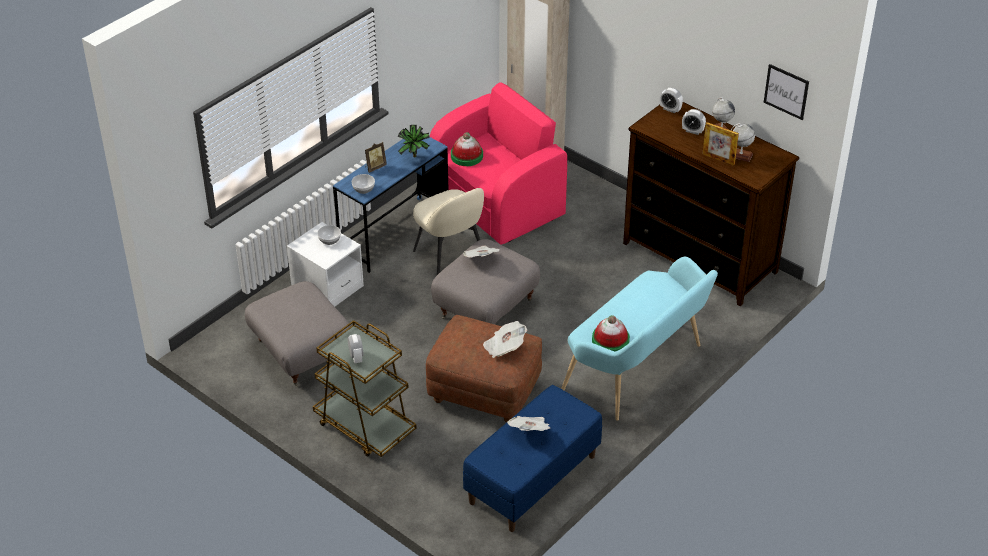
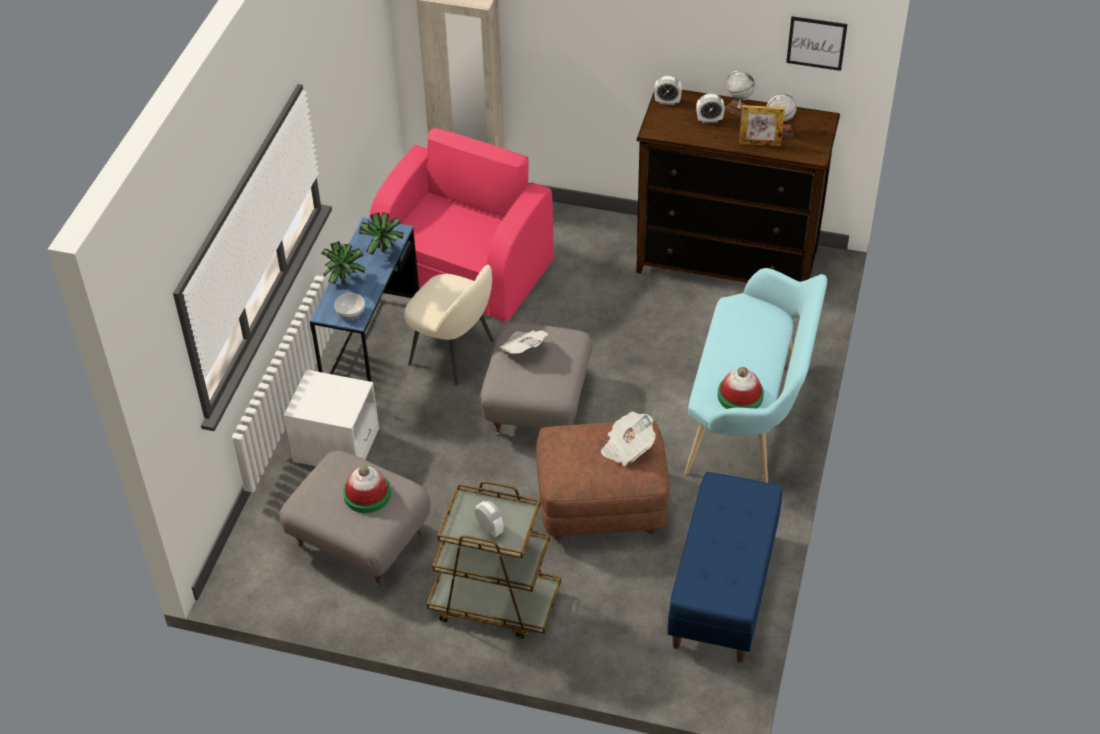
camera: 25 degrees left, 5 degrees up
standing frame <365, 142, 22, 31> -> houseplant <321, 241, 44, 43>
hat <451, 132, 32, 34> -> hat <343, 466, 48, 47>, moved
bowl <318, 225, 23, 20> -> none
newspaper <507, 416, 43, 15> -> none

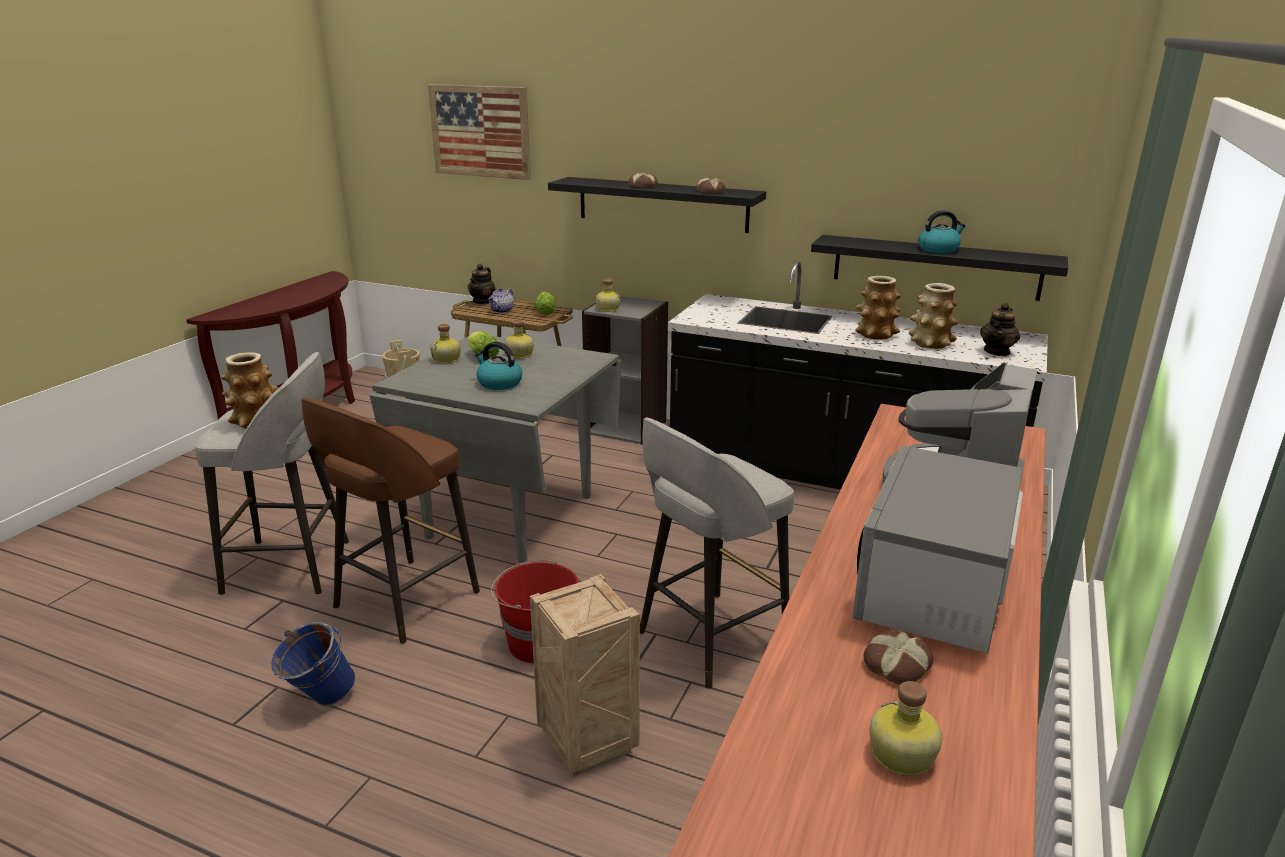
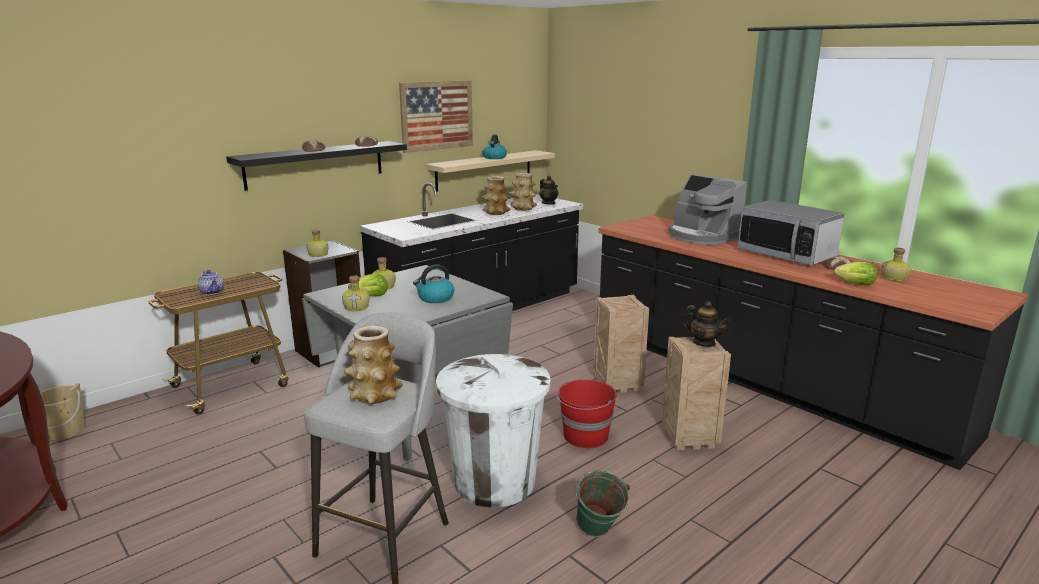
camera: 65 degrees left, 5 degrees down
picture <428, 84, 103, 96> -> picture <399, 80, 74, 73>, moved
wall shelf in black <811, 235, 257, 66> -> wall shelf in sand-coloured <426, 150, 129, 41>
stool seat in brown <301, 398, 179, 246> -> waste bin in white-coloured <436, 354, 115, 154>
bucket in blue <271, 622, 85, 84> -> bucket in green <574, 470, 56, 67>
stool seat in gray <640, 417, 154, 272> -> packing crate <593, 294, 56, 99>
tea pot <467, 264, 28, 40> -> tea pot <683, 302, 47, 45>, moved
lettuce <534, 292, 22, 23> -> lettuce <834, 261, 43, 24>, moved

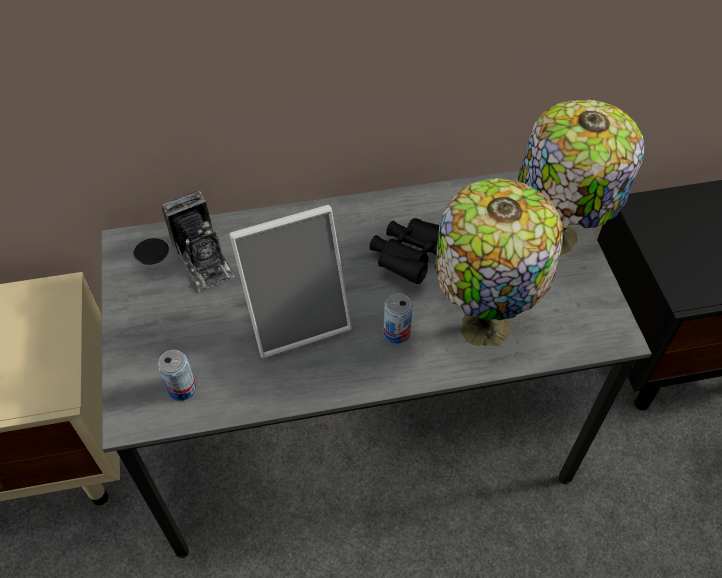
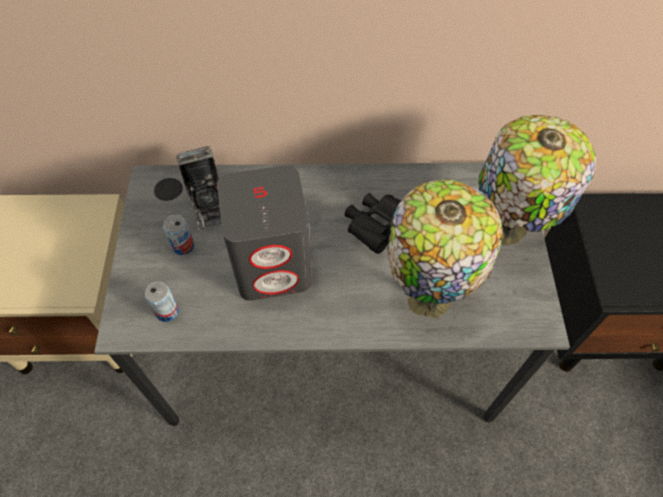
camera: 10 degrees right, 5 degrees up
sealed can <383, 293, 30, 51> -> sealed can <163, 214, 31, 41>, moved
standing frame <229, 205, 123, 153> -> loudspeaker in gray <217, 165, 95, 136>

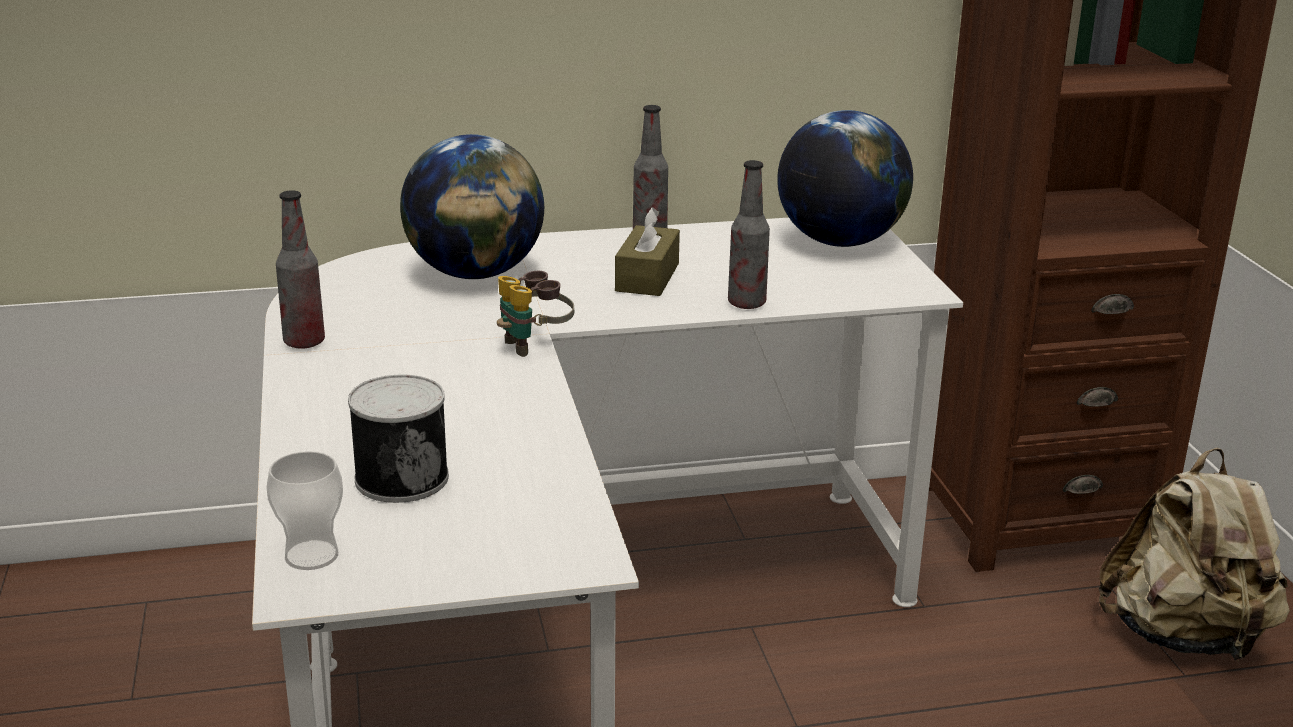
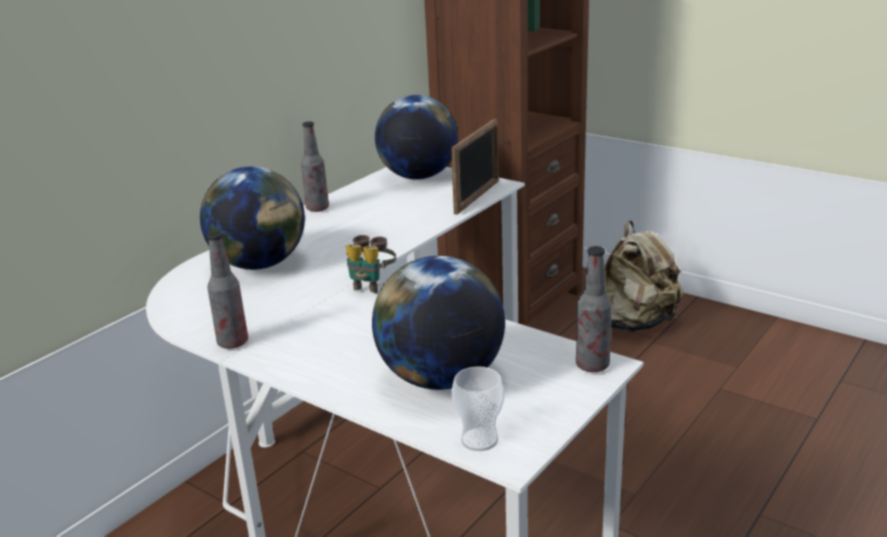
camera: 40 degrees left, 0 degrees up
sealed can <348, 375, 101, 128> -> globe <372, 256, 133, 134>
none -> standing frame <451, 119, 48, 96>
bottle <728, 160, 42, 149> -> bottle <576, 246, 36, 126>, moved
box of tissues in brown <615, 207, 65, 89> -> none

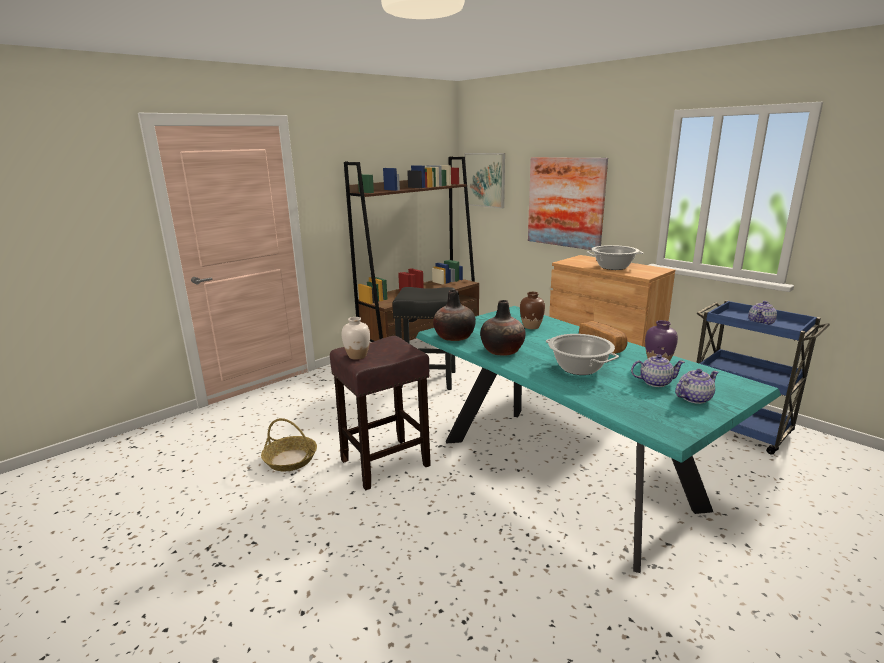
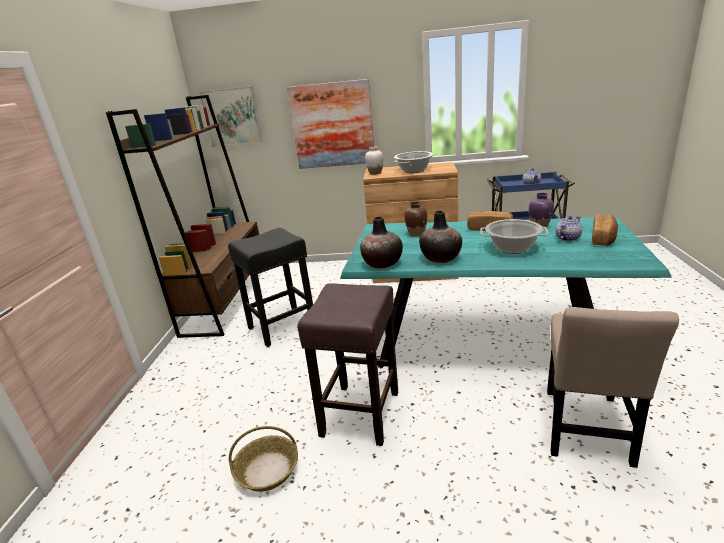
camera: 40 degrees left, 5 degrees up
flower vase in white-coloured <342, 317, 28, 43> -> flower vase in white-coloured <365, 147, 18, 28>, moved
none -> plain chair in sand-coloured <547, 307, 132, 161>
tea pot <675, 369, 44, 35> -> bakery bread <592, 215, 26, 31>

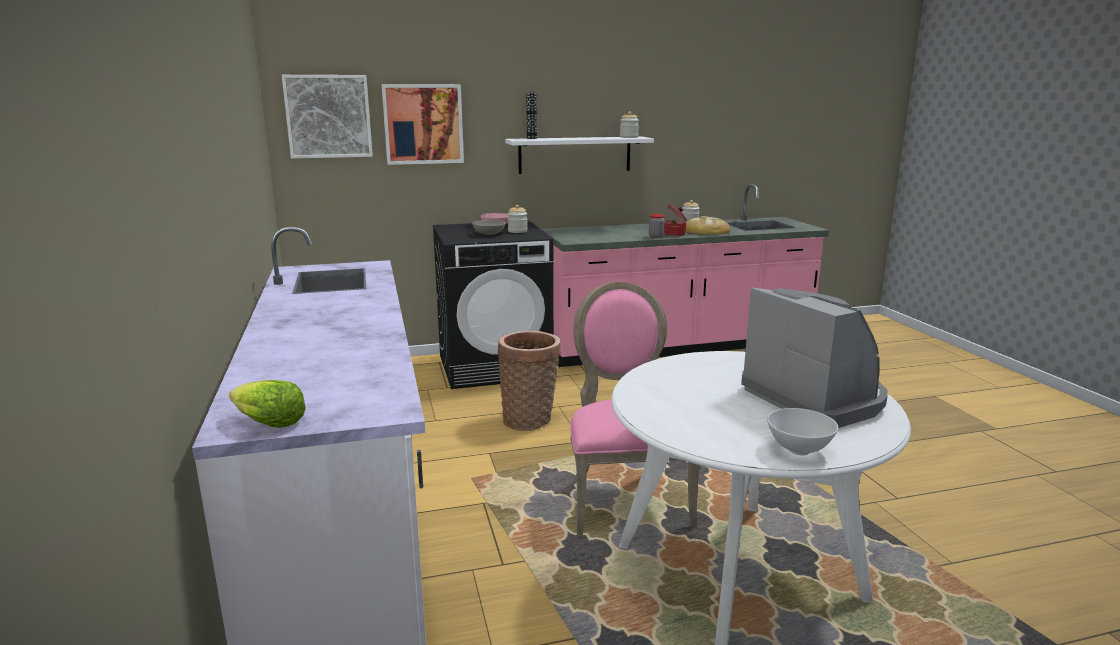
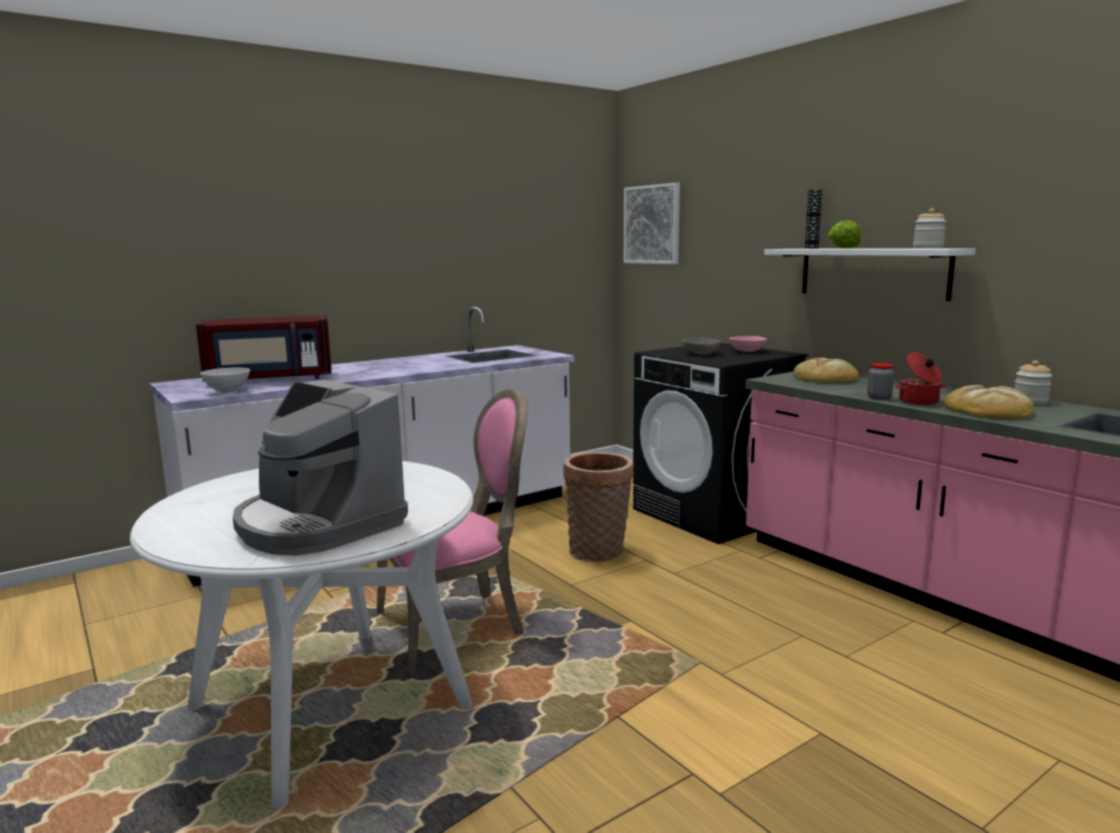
camera: 70 degrees right, 5 degrees down
none -> kitchen microwave in reddish <196, 316, 136, 65>
bowl in white-coloured <767, 408, 71, 47> -> bowl in white-coloured <200, 367, 50, 27>, moved
coffee brewer <741, 288, 147, 140> -> coffee brewer <233, 380, 175, 176>, 90 degrees clockwise
none -> bakery bread <793, 357, 66, 26>
lettuce <229, 380, 77, 48> -> lettuce <828, 220, 33, 29>, moved
picture <382, 84, 82, 81> -> none
preserve jar <508, 205, 19, 28> -> none

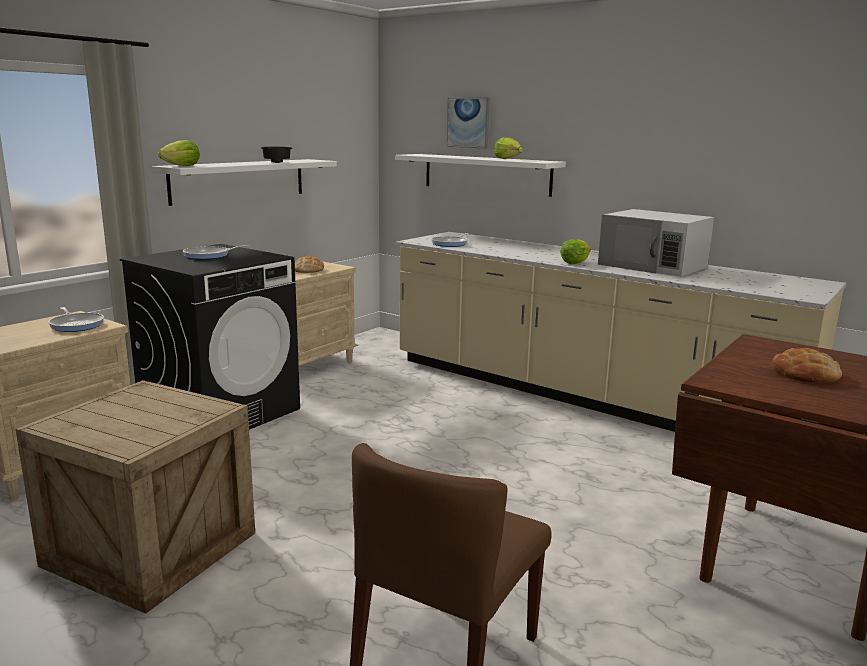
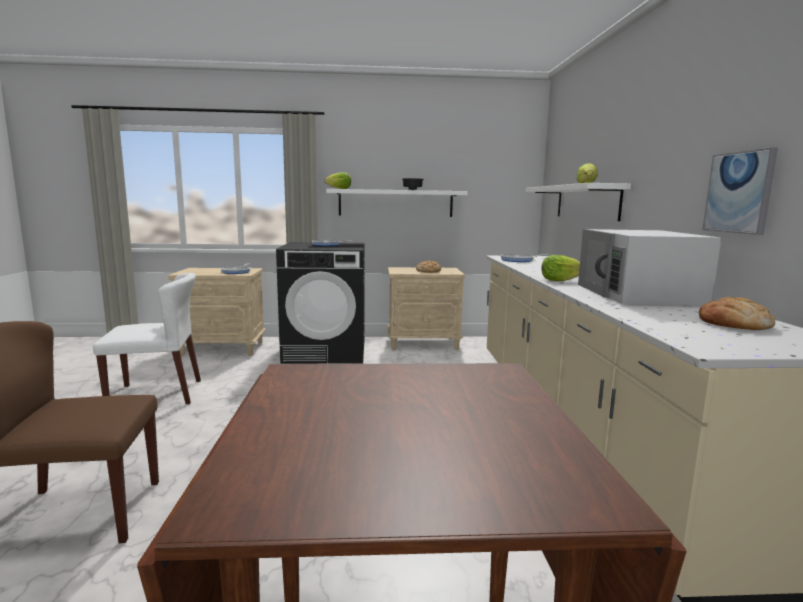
camera: 50 degrees right, 5 degrees down
packing crate <15, 380, 240, 234> -> plain chair in white-coloured <93, 273, 108, 131>
bakery bread <772, 348, 70, 35> -> bakery bread <699, 297, 76, 33>, moved
picture <447, 97, 43, 51> -> picture <702, 147, 76, 88>, moved

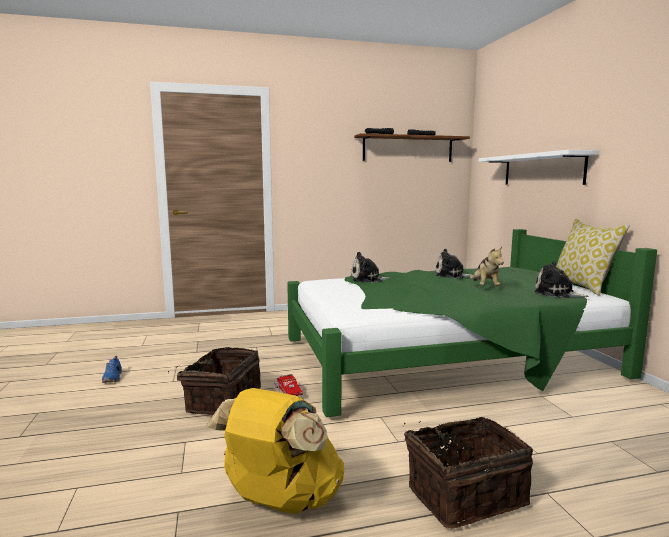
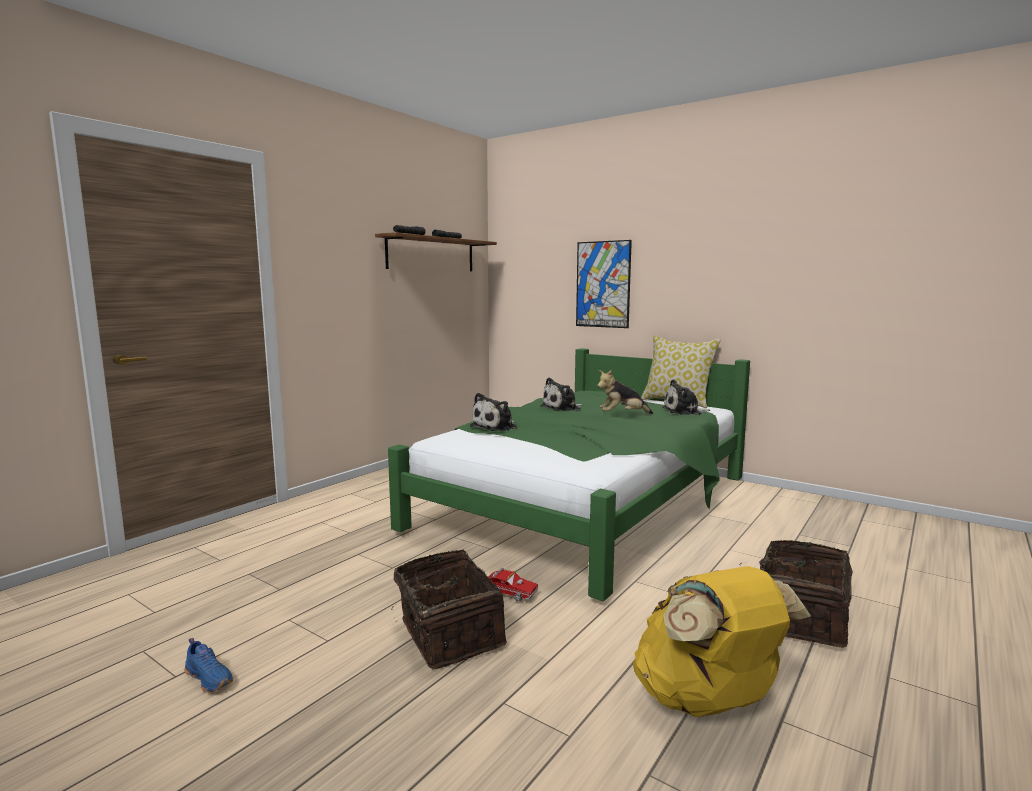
camera: 40 degrees left, 0 degrees up
wall shelf in white-coloured <479, 150, 119, 35> -> picture <576, 240, 56, 88>
plush toy <470, 246, 34, 40> -> plush toy <597, 370, 56, 44>, 120 degrees clockwise

